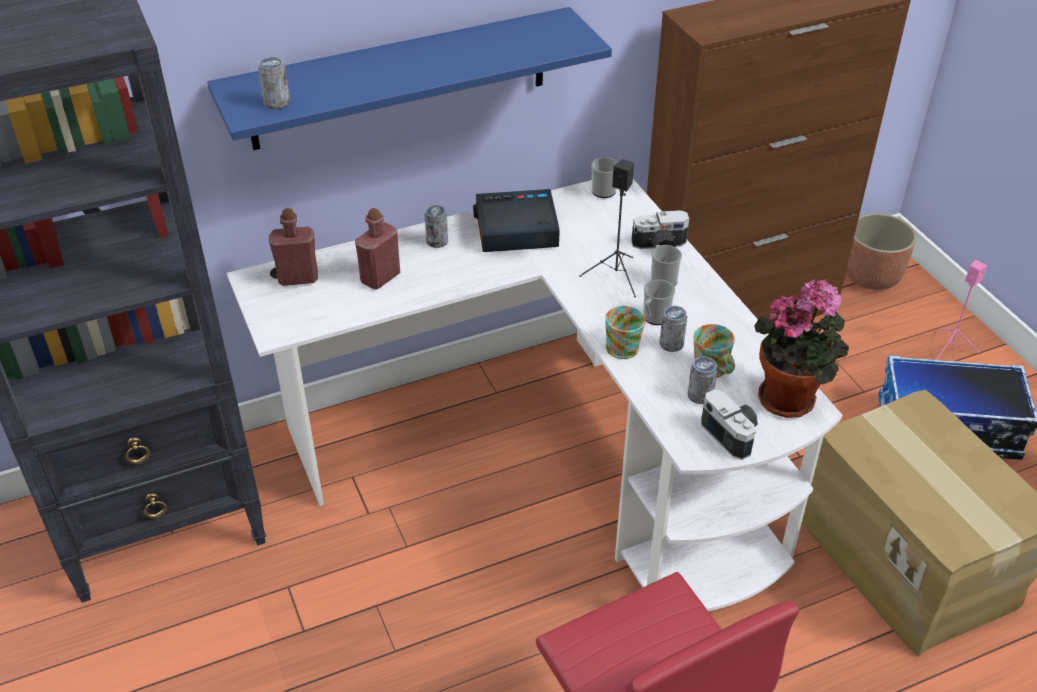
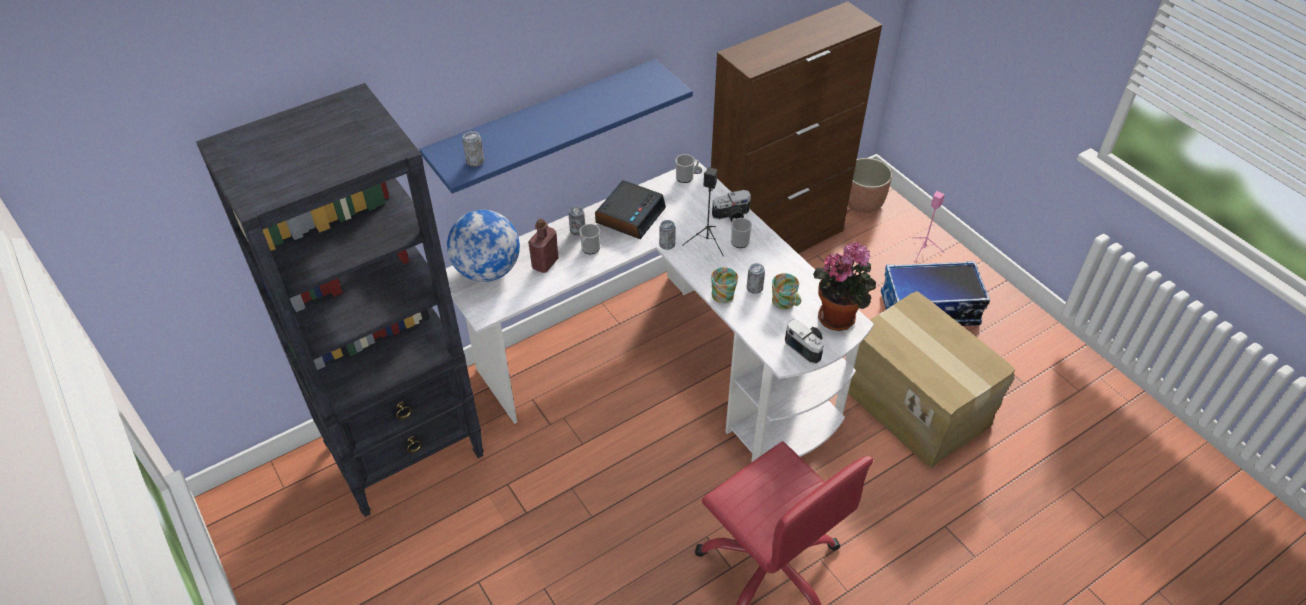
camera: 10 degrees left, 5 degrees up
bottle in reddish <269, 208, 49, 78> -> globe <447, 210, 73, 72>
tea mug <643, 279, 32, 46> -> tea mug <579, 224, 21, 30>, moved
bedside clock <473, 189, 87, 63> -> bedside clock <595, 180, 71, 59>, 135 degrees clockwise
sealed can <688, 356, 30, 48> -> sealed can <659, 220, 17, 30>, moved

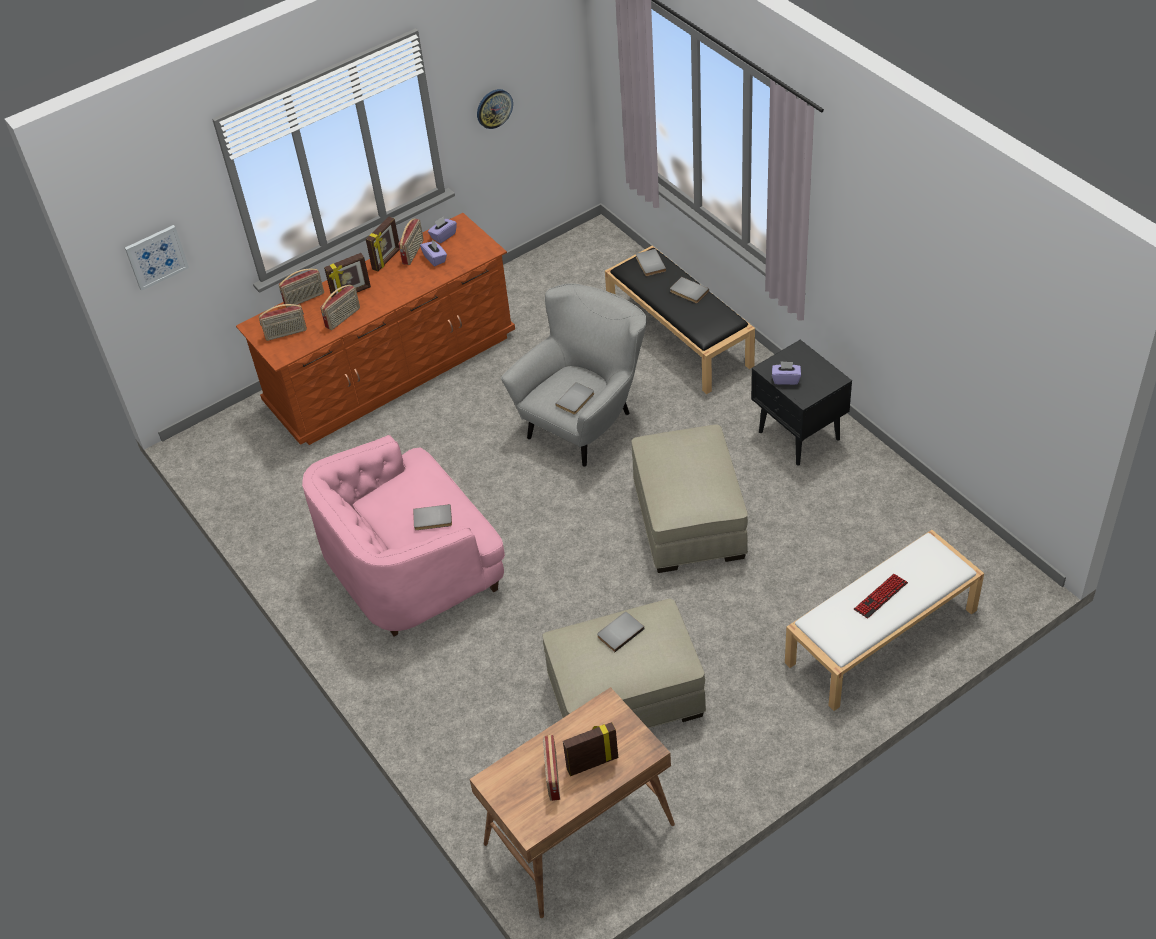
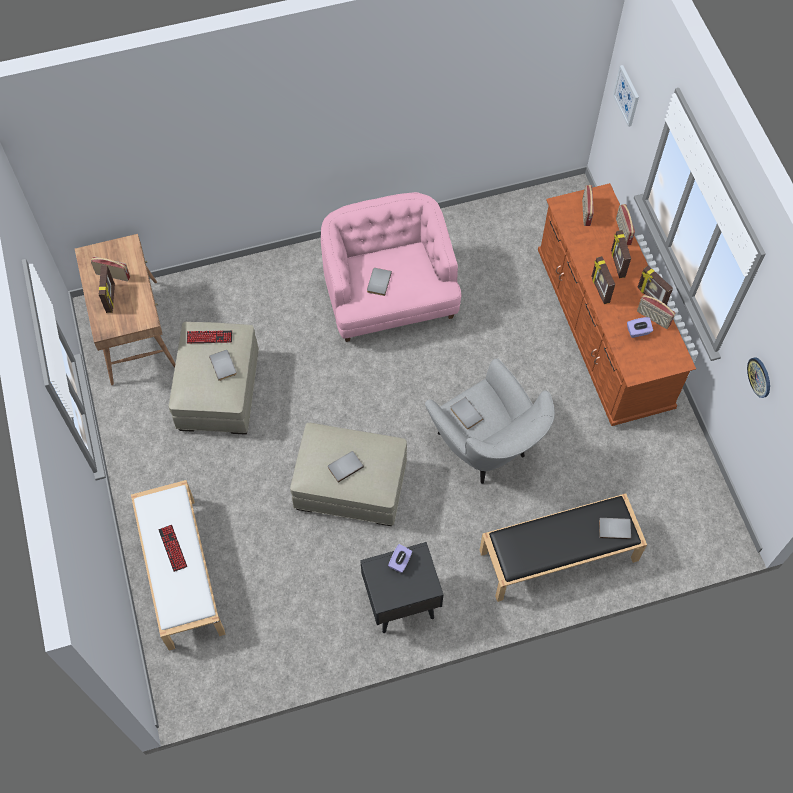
camera: 105 degrees right, 15 degrees up
none -> computer keyboard <187, 330, 45, 13>
book in gray <670, 277, 39, 26> -> book in gray <328, 451, 36, 32>, moved
none -> standing frame <591, 256, 24, 48>
radio receiver <320, 284, 40, 46> -> none
box of tissues in purple <428, 216, 29, 27> -> none

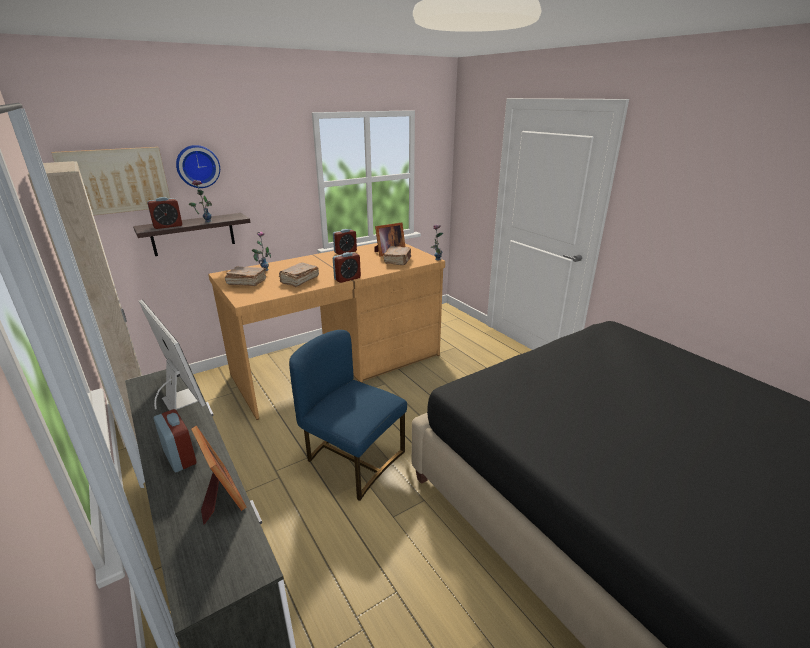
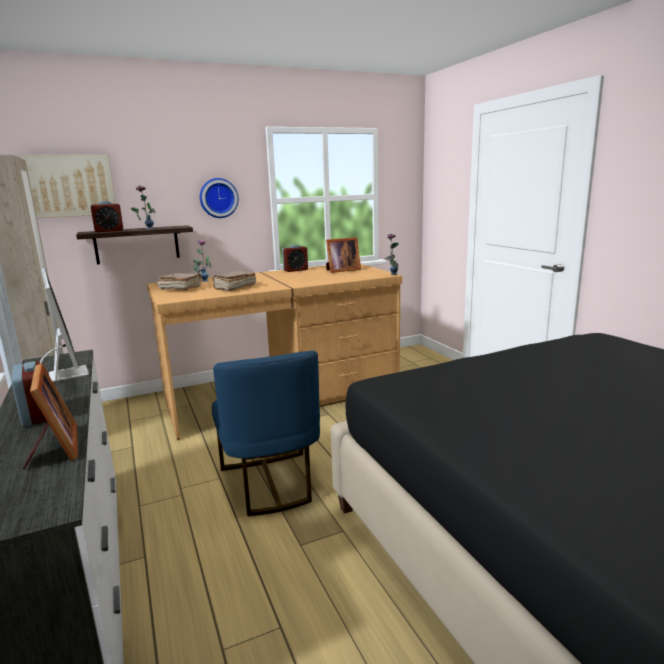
camera: 10 degrees right, 10 degrees down
hanging clock <176, 145, 44, 43> -> hanging clock <200, 178, 39, 40>, moved
plain chair in blue <289, 330, 118, 171> -> plain chair in blue <212, 350, 108, 166>, 150 degrees counterclockwise
bedside clock <333, 252, 28, 31> -> none
book in brown <383, 246, 28, 19> -> none

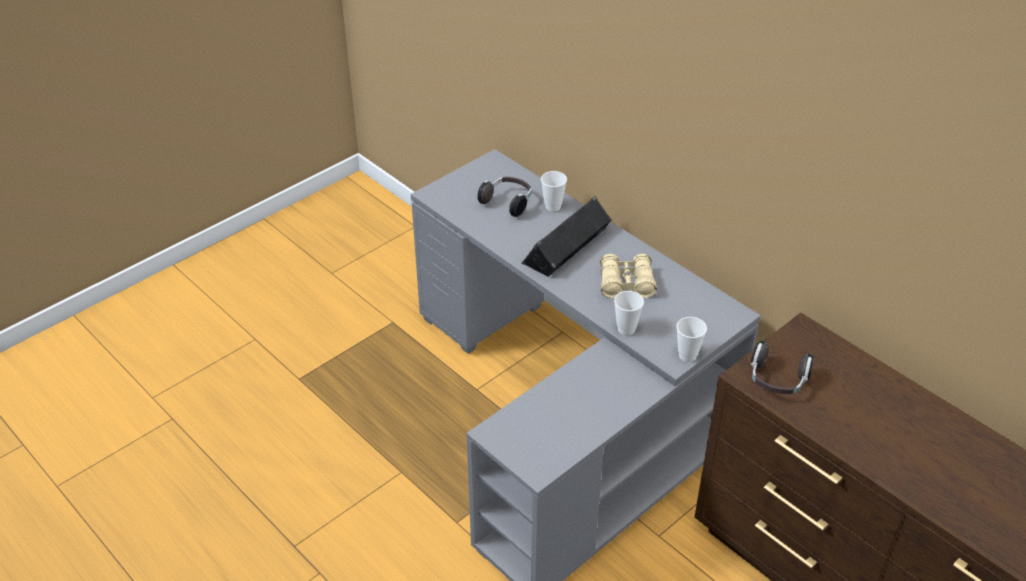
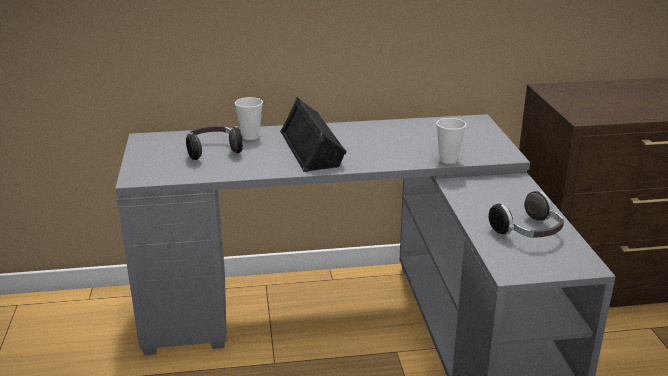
camera: 55 degrees left, 15 degrees down
headset <751, 341, 63, 53> -> headset <489, 191, 75, 47>, moved
binoculars in sand-coloured <600, 254, 57, 44> -> none
cup <676, 317, 31, 45> -> none

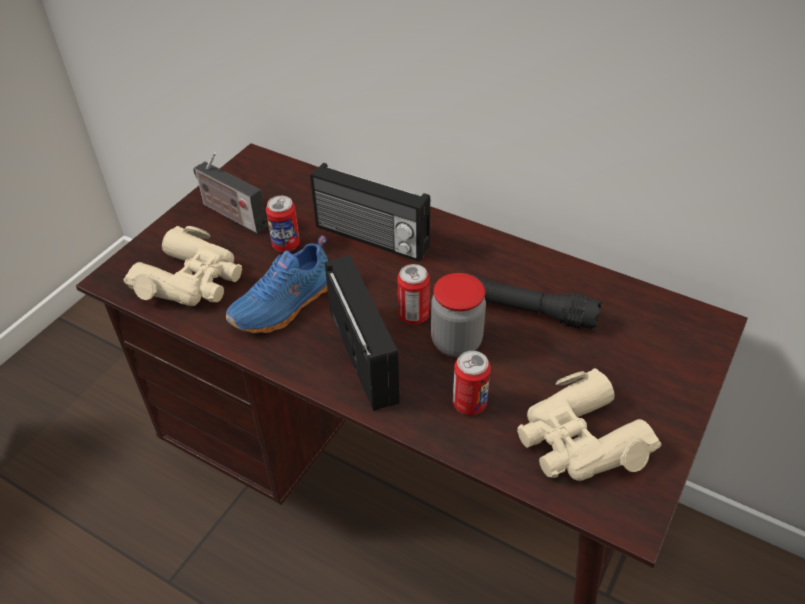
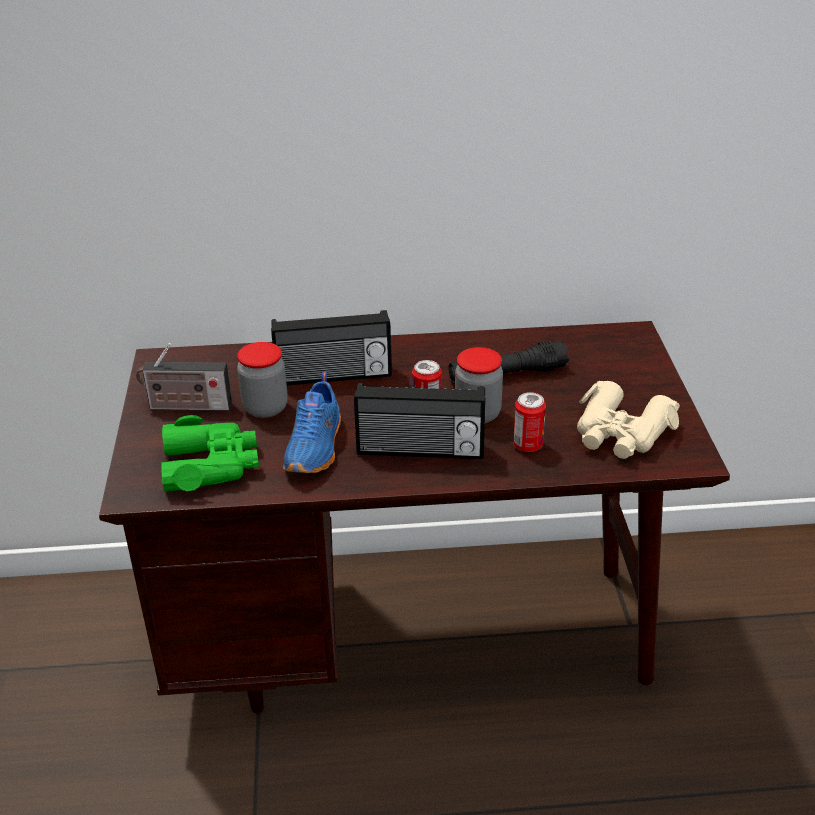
camera: 35 degrees left, 10 degrees down
binoculars in sand-coloured <124, 226, 118, 80> -> binoculars in green <161, 415, 98, 77>
sealed can <266, 196, 34, 56> -> preserve jar <237, 342, 51, 76>
radio receiver <325, 255, 74, 156> -> radio receiver <354, 383, 132, 76>, 150 degrees clockwise

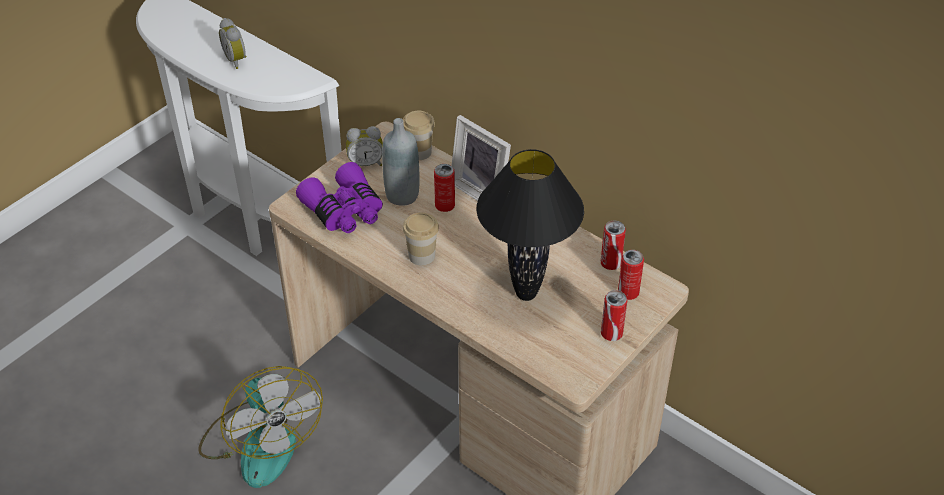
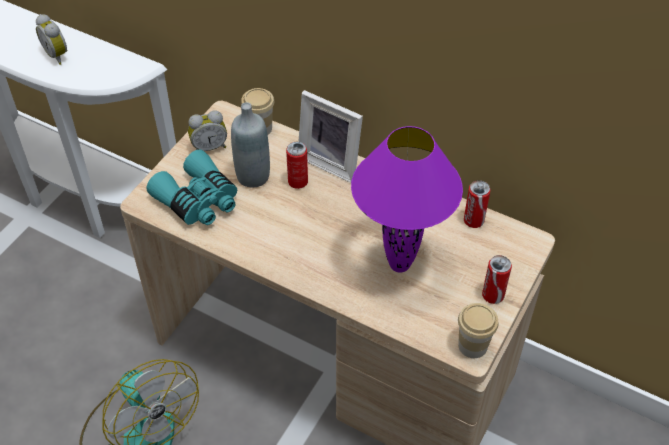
camera: 10 degrees left, 5 degrees up
binoculars in purple <296, 162, 87, 71> -> binoculars in turquoise <147, 149, 90, 76>
table lamp in black <476, 149, 108, 152> -> table lamp in purple <351, 126, 112, 147>
cup <403, 213, 36, 52> -> cup <458, 303, 41, 55>, moved
sealed can <618, 250, 26, 50> -> none

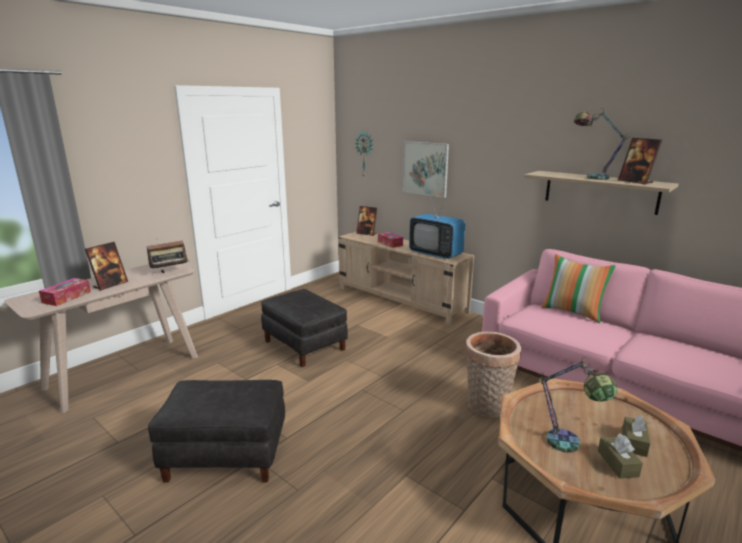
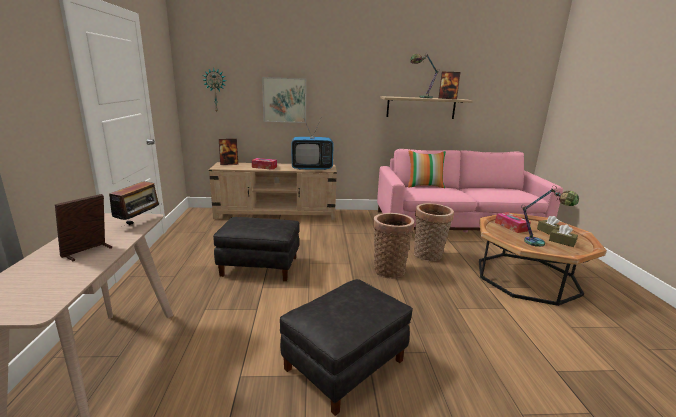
camera: 45 degrees left, 0 degrees up
standing frame <85, 242, 43, 49> -> standing frame <55, 194, 57, 67>, 135 degrees counterclockwise
none -> storage basket <373, 213, 41, 66>
box of tissues <39, 278, 52, 28> -> box of tissues <495, 212, 36, 21>, moved

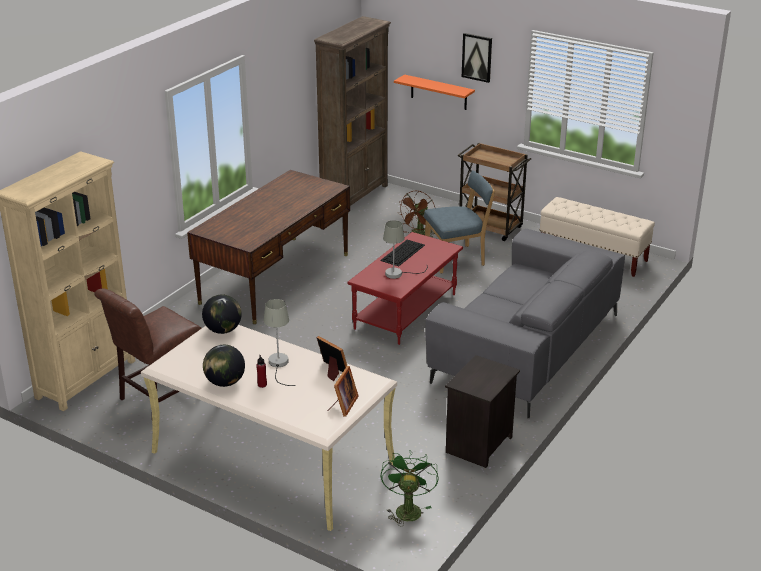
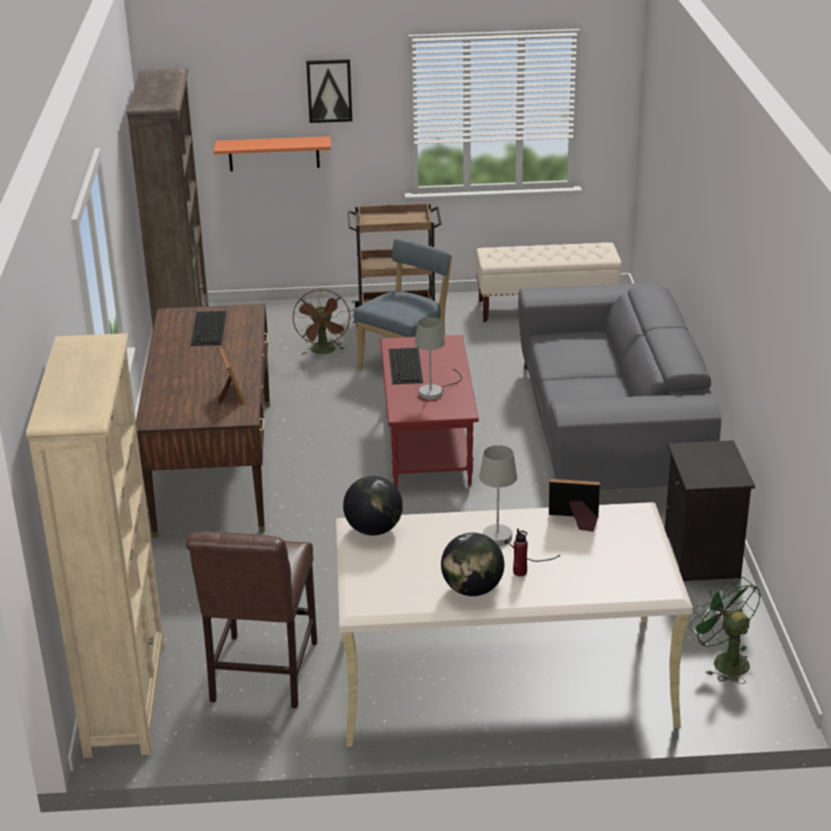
camera: 35 degrees left, 0 degrees up
none -> computer keyboard <190, 311, 36, 35>
standing frame <328, 366, 31, 50> -> standing frame <219, 348, 26, 57>, moved

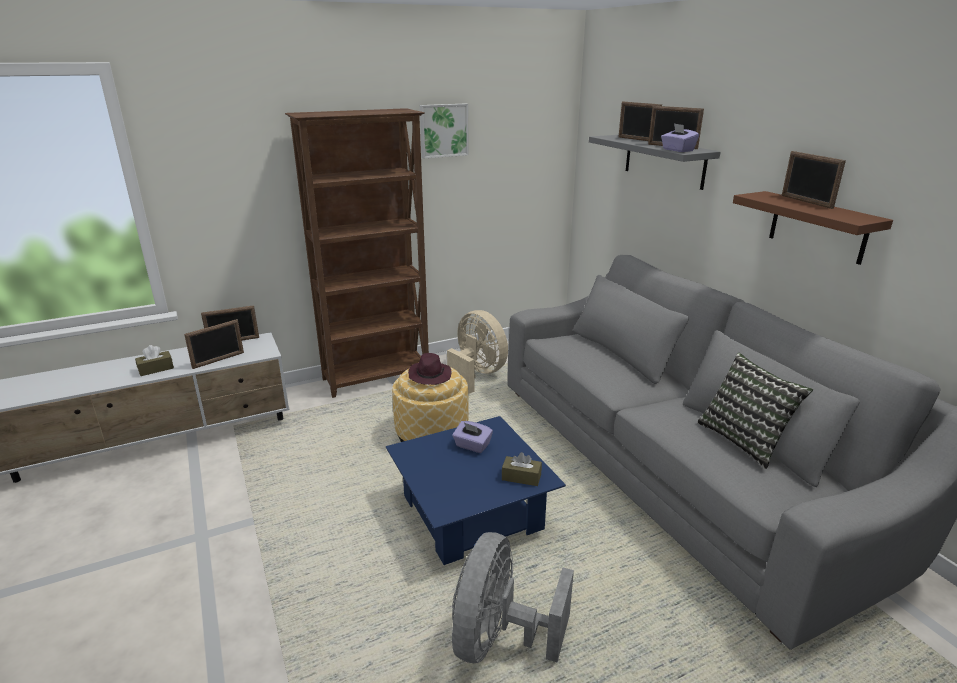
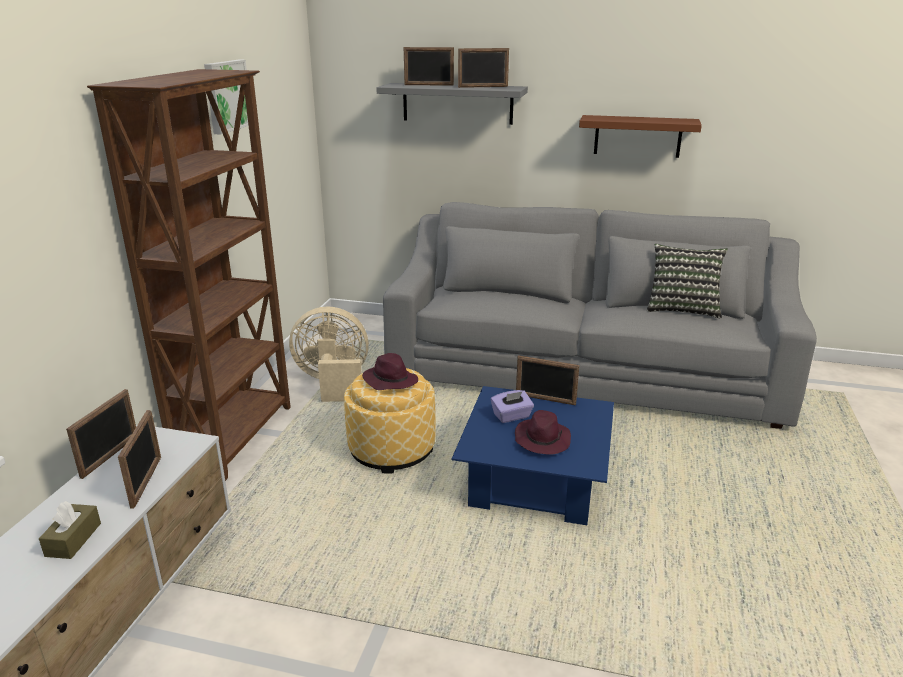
camera: 50 degrees left, 0 degrees up
none -> hat in purple <515, 410, 56, 45>
standing frame <782, 151, 64, 58> -> standing frame <516, 355, 63, 50>, moved
fan in gray <452, 532, 122, 131> -> none
box of tissues in brown <502, 452, 40, 34> -> none
box of tissues in purple <661, 123, 38, 29> -> none

